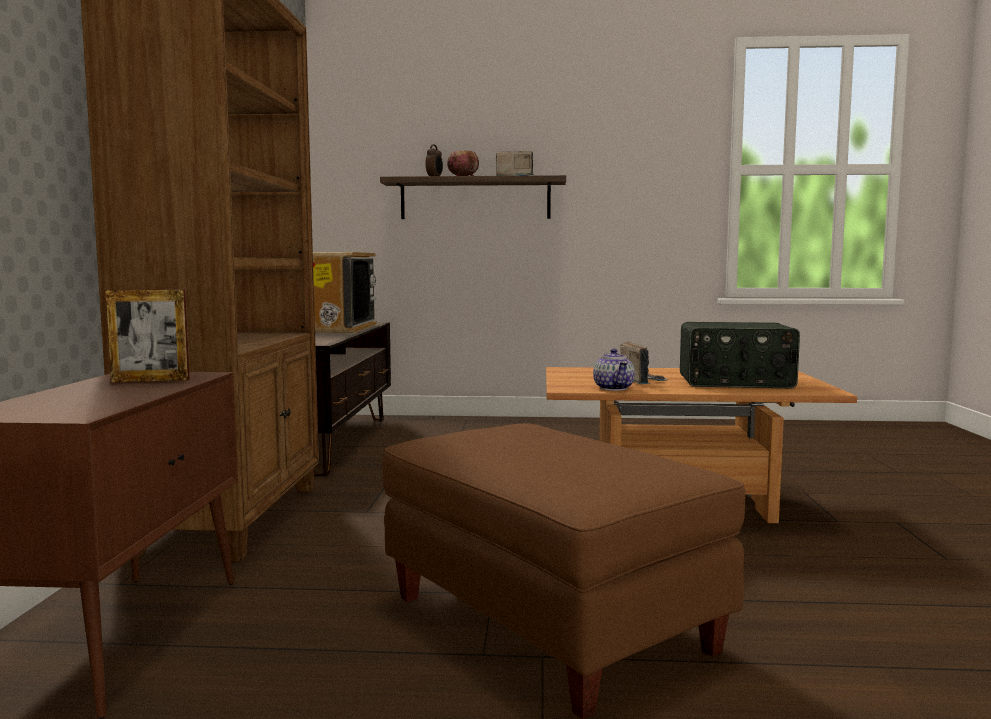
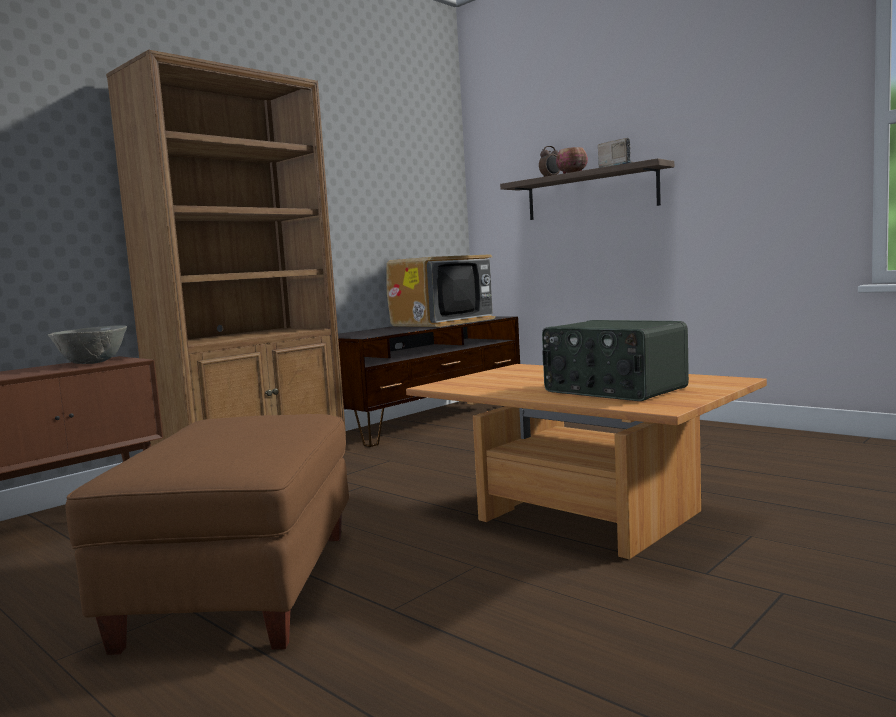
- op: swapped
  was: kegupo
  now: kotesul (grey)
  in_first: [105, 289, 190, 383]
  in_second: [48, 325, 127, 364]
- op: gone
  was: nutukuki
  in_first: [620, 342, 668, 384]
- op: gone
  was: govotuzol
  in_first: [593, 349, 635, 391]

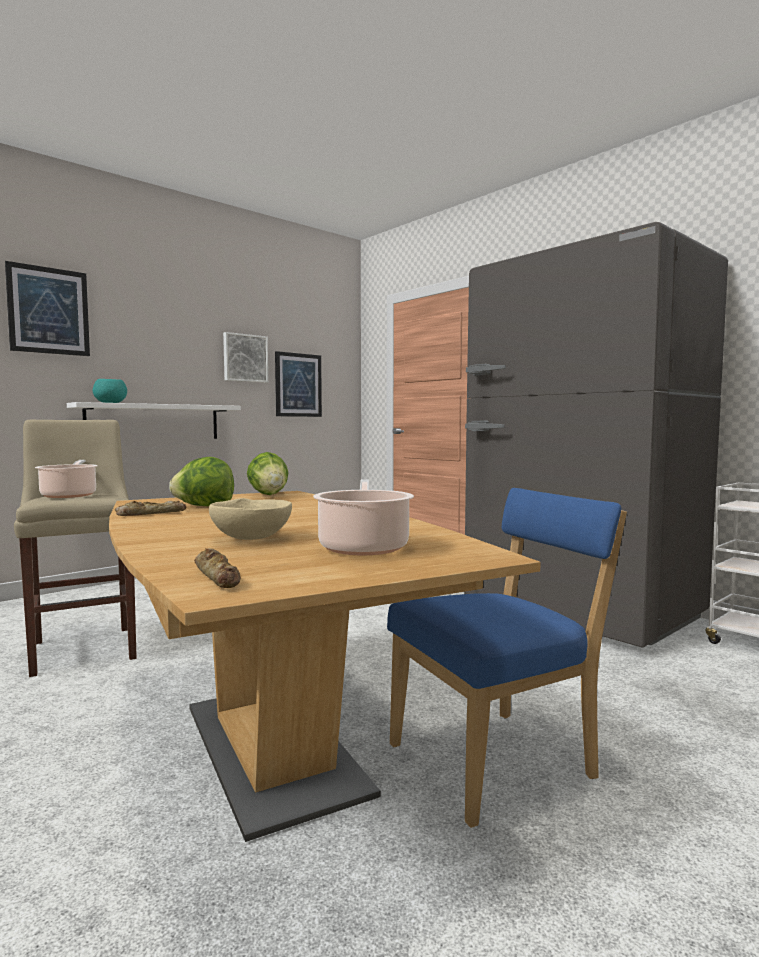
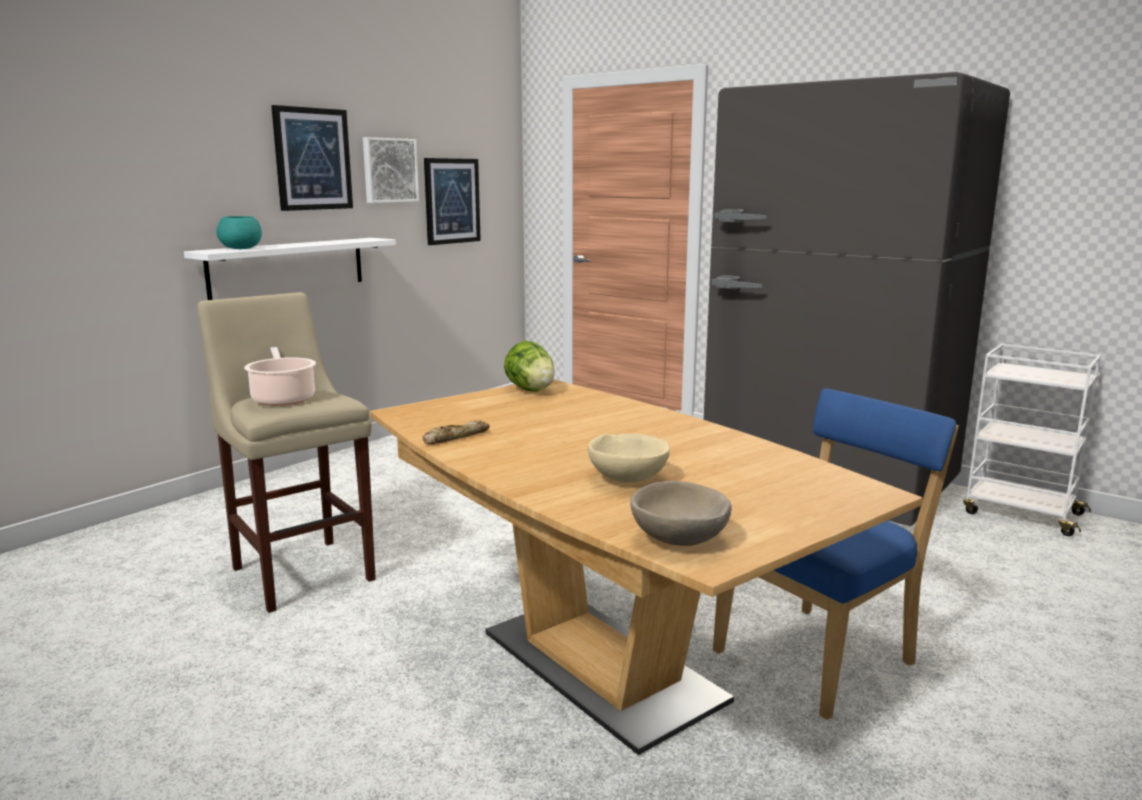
- op: shifted
  was: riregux
  in_first: [5, 261, 90, 356]
  in_second: [271, 105, 353, 211]
- op: gone
  was: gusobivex
  in_first: [169, 457, 234, 506]
- op: gone
  was: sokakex
  in_first: [313, 479, 414, 555]
- op: swapped
  was: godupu
  now: kotesul (beige)
  in_first: [194, 548, 241, 588]
  in_second: [630, 481, 732, 546]

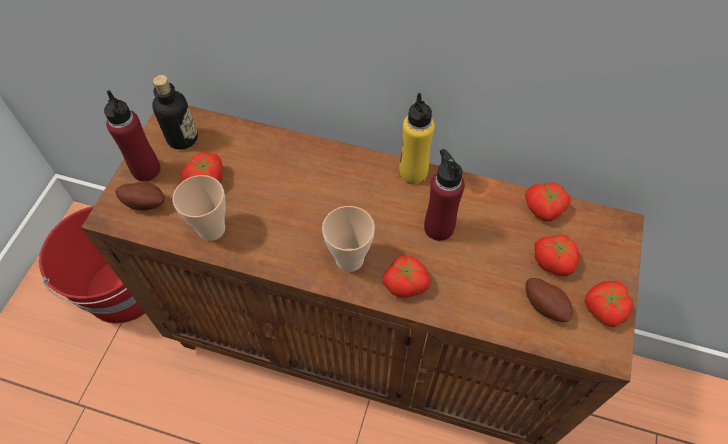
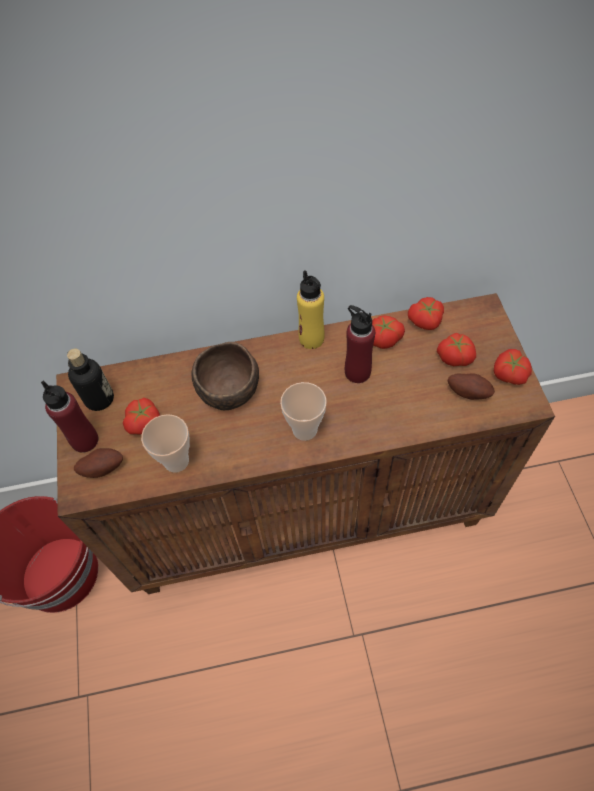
- op: shifted
  was: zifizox
  in_first: [383, 256, 431, 298]
  in_second: [372, 316, 405, 349]
- op: new
  now: kotesul (brown)
  in_second: [192, 342, 259, 410]

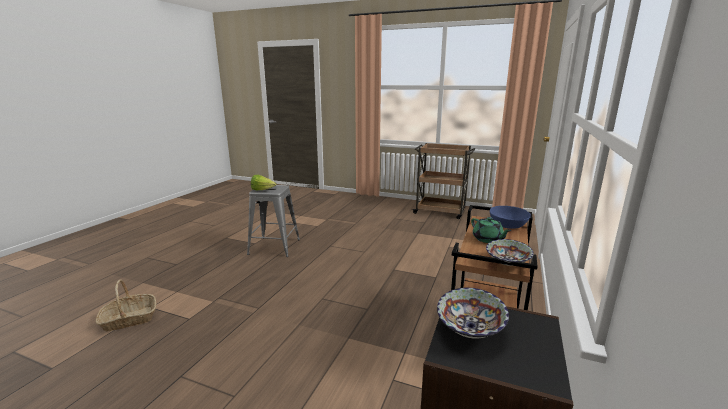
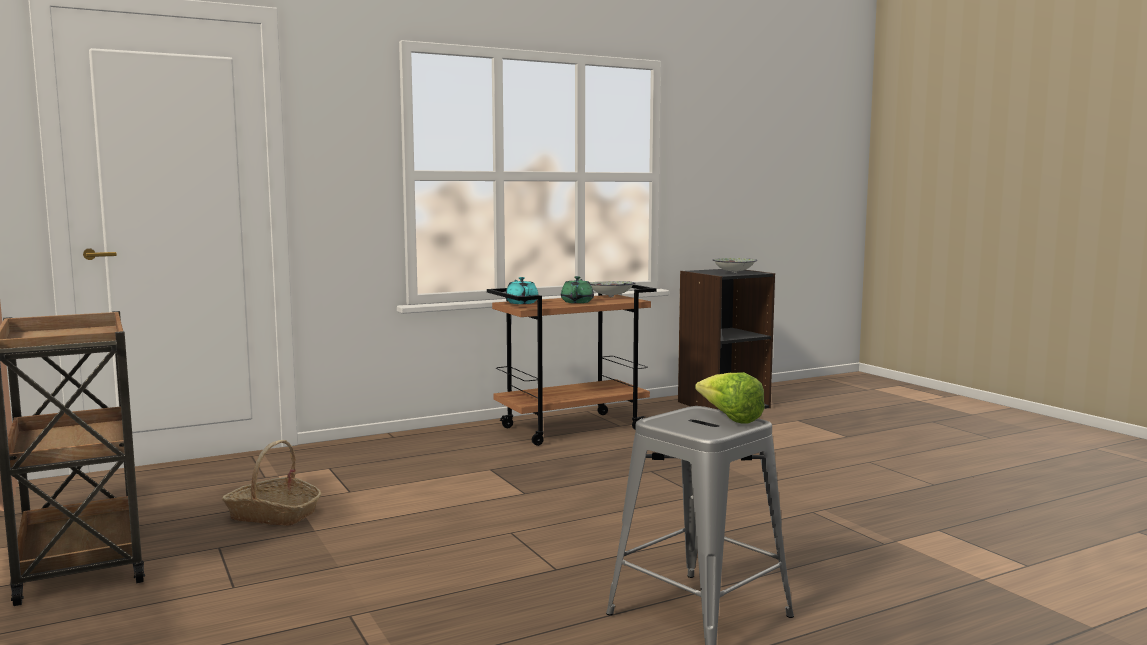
- op: swapped
  was: kotesul (blue)
  now: govotuzol (turquoise)
  in_first: [490, 206, 531, 229]
  in_second: [505, 277, 539, 304]
- op: shifted
  was: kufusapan
  in_first: [96, 280, 156, 332]
  in_second: [222, 440, 322, 526]

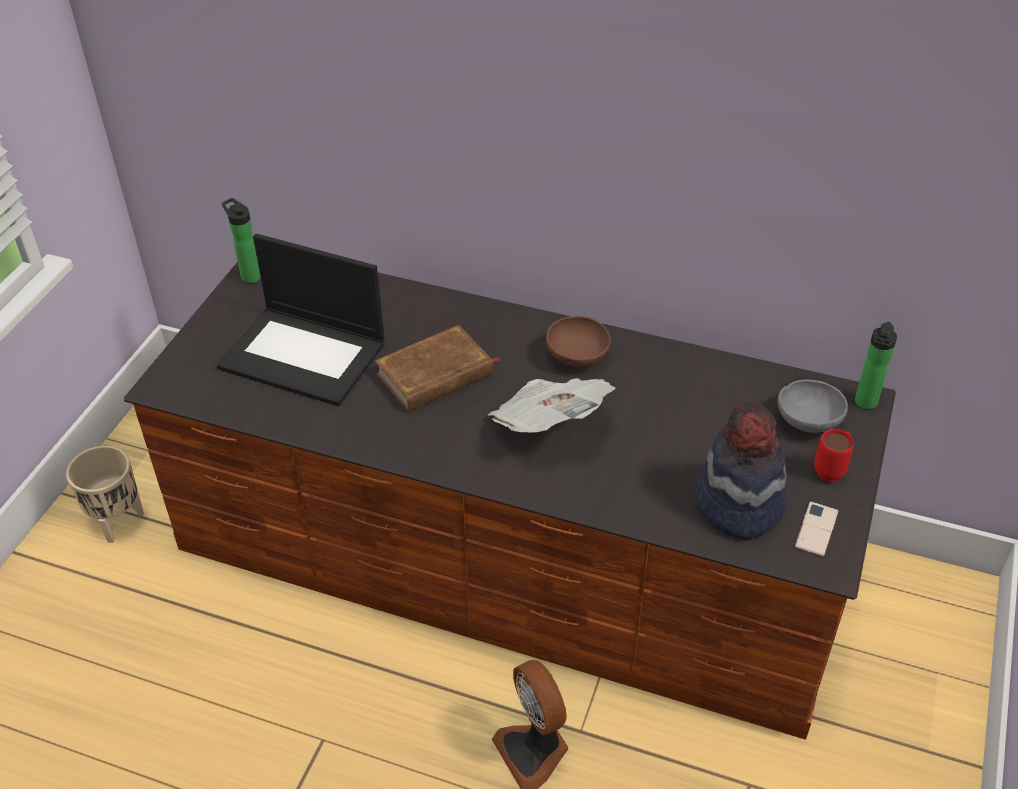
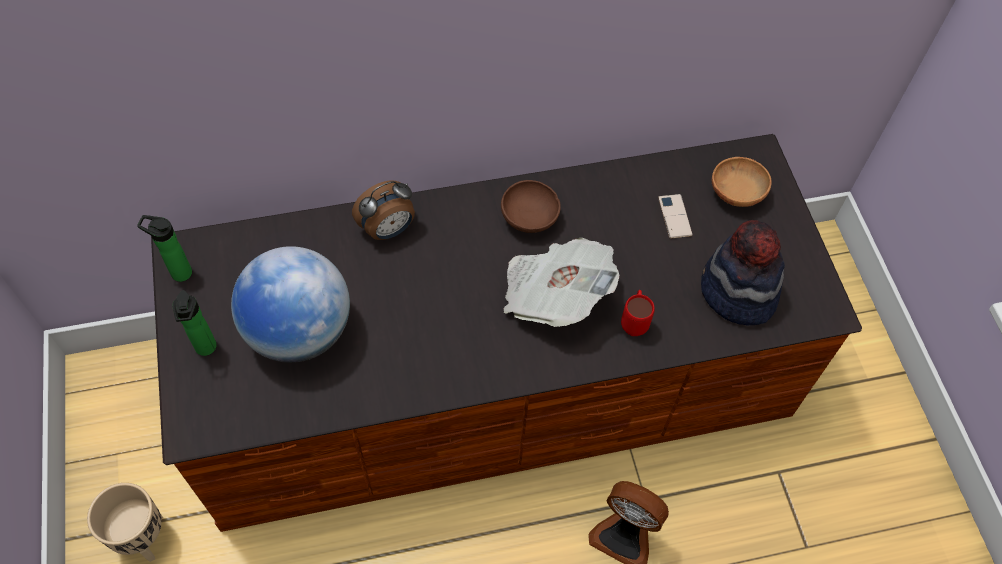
- op: swapped
  was: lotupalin
  now: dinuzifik
  in_first: [217, 234, 385, 406]
  in_second: [231, 246, 350, 363]
- op: shifted
  was: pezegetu
  in_first: [855, 322, 897, 409]
  in_second: [172, 290, 217, 356]
- op: gone
  was: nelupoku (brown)
  in_first: [375, 325, 500, 411]
- op: repainted
  was: kotesul (grey)
  now: kotesul (brown)
  in_first: [778, 380, 848, 433]
  in_second: [712, 157, 772, 207]
- op: shifted
  was: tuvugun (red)
  in_first: [814, 429, 854, 482]
  in_second: [621, 290, 655, 336]
- op: shifted
  was: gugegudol
  in_first: [794, 501, 838, 557]
  in_second: [658, 194, 693, 239]
- op: new
  now: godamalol
  in_second: [352, 180, 415, 240]

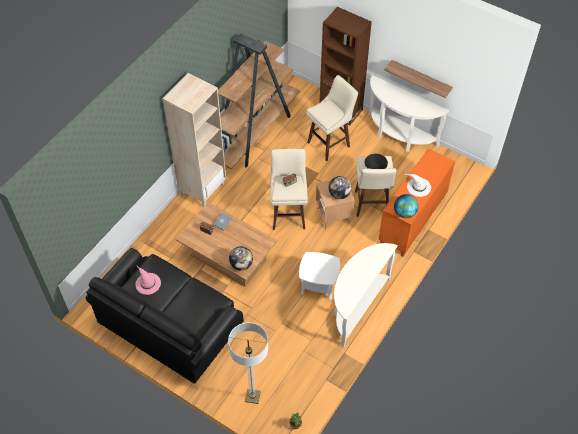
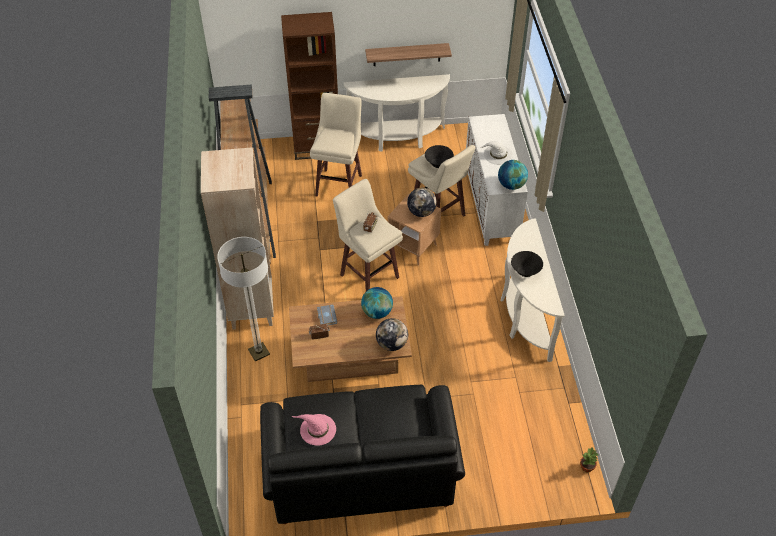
- op: repainted
  was: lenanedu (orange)
  now: lenanedu (white)
  in_first: [378, 148, 455, 257]
  in_second: [466, 114, 528, 246]
- op: gone
  was: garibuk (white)
  in_first: [299, 252, 340, 300]
- op: shifted
  was: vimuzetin
  in_first: [228, 322, 268, 404]
  in_second: [217, 237, 270, 361]
- op: new
  now: kotesul (black)
  in_second: [511, 251, 543, 277]
- op: new
  now: dinuzifik
  in_second: [361, 287, 393, 319]

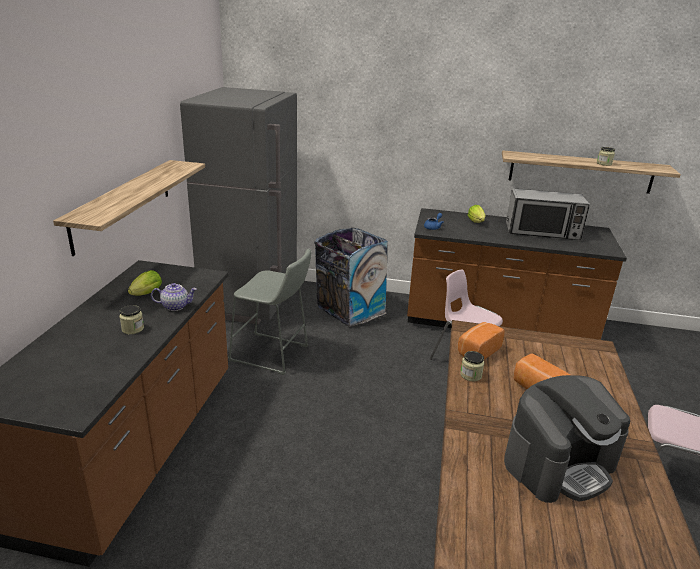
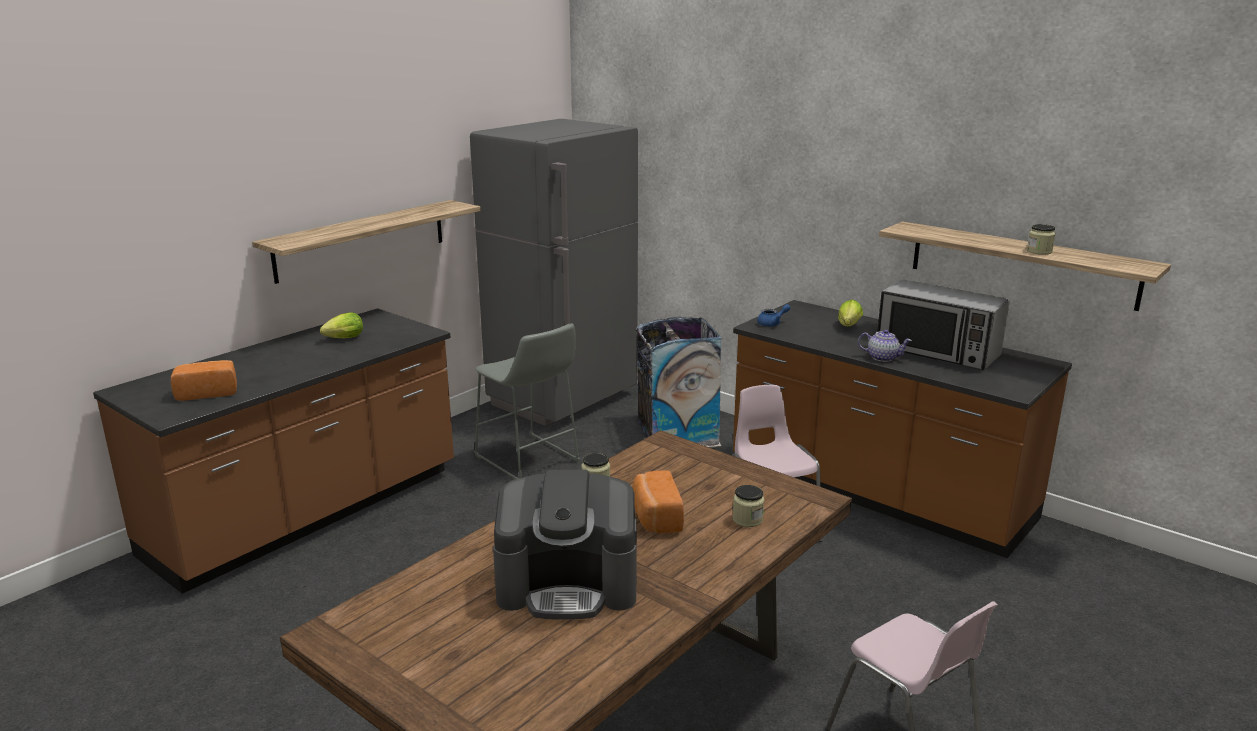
- op: shifted
  was: govotuzol
  in_first: [151, 283, 197, 311]
  in_second: [858, 329, 912, 362]
- op: shifted
  was: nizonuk
  in_first: [119, 305, 144, 334]
  in_second: [733, 485, 764, 527]
- op: shifted
  was: godupu
  in_first: [458, 322, 505, 360]
  in_second: [171, 360, 237, 401]

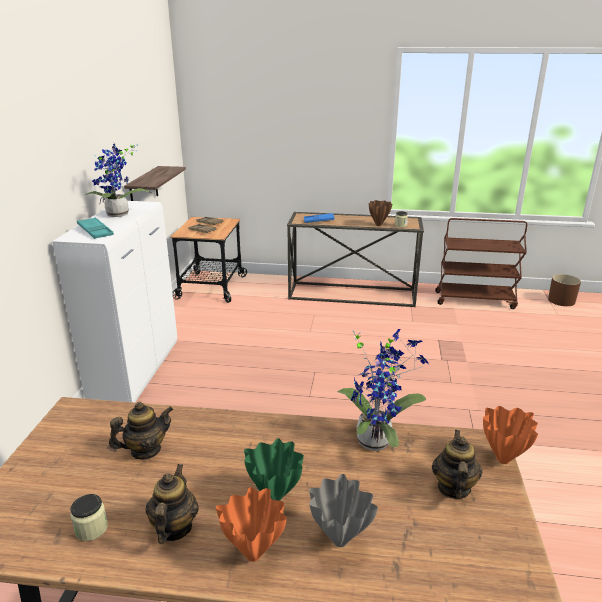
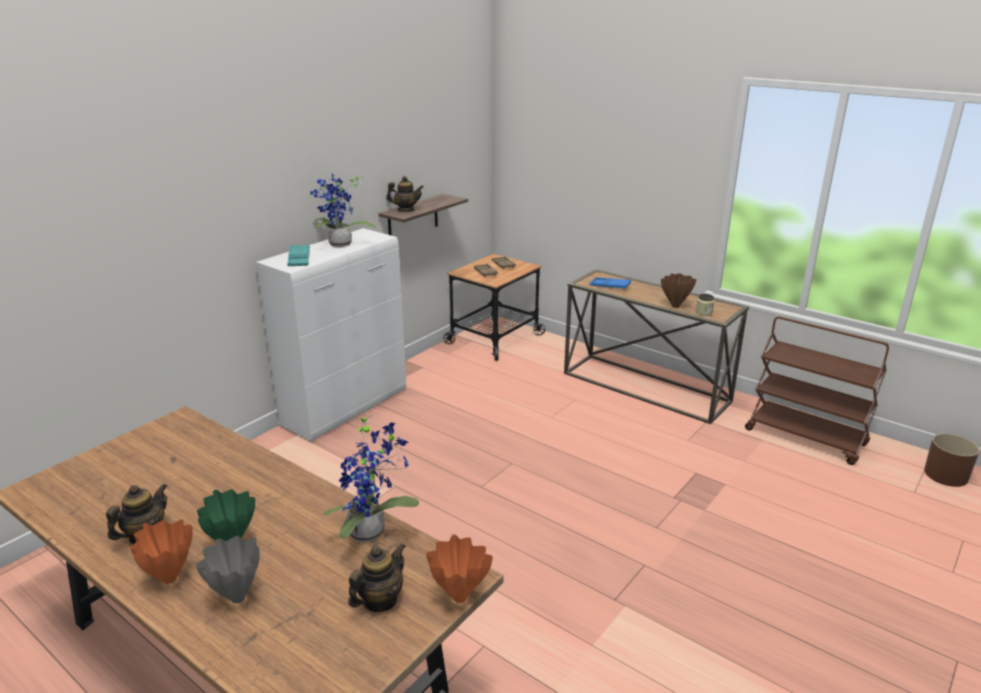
- op: shifted
  was: govotuzol
  in_first: [109, 402, 173, 460]
  in_second: [386, 176, 424, 212]
- op: gone
  was: nizonuk
  in_first: [70, 494, 108, 541]

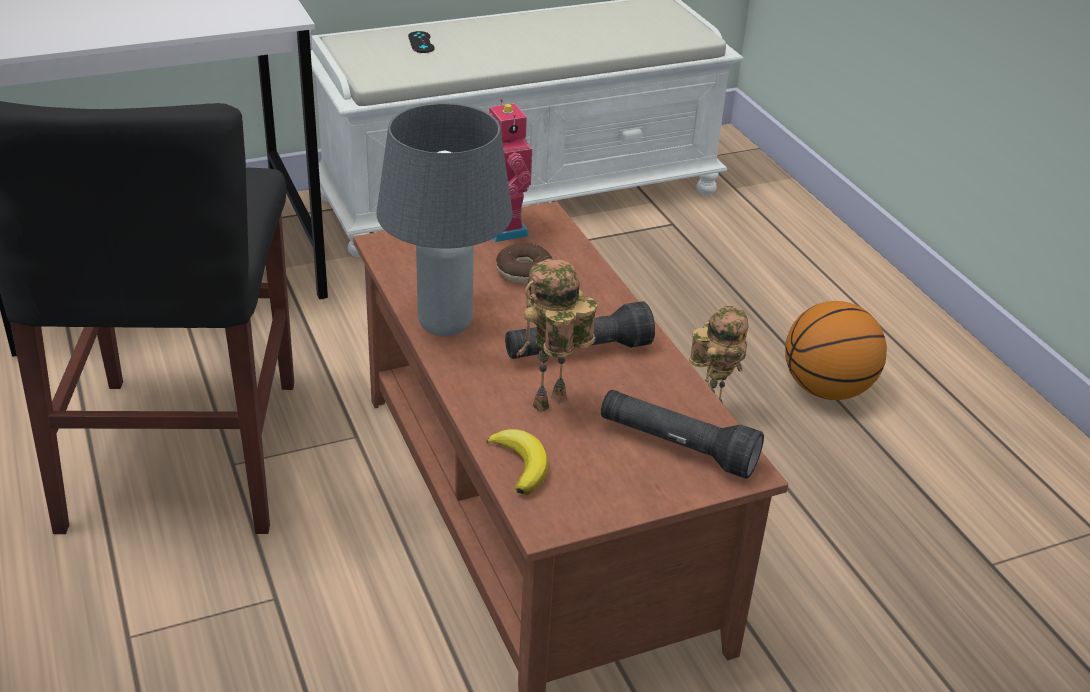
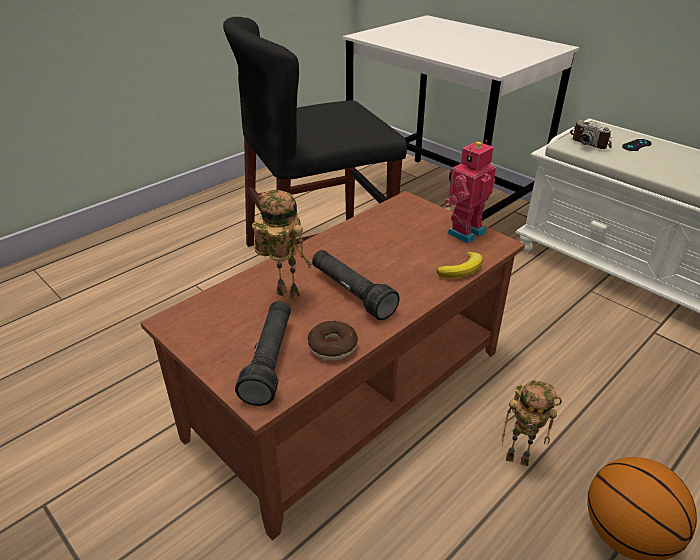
- op: gone
  was: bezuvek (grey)
  in_first: [376, 103, 513, 336]
- op: shifted
  was: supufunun
  in_first: [496, 243, 552, 283]
  in_second: [308, 321, 358, 361]
- op: shifted
  was: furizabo
  in_first: [486, 429, 548, 495]
  in_second: [437, 252, 483, 278]
- op: new
  now: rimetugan
  in_second: [570, 120, 612, 149]

